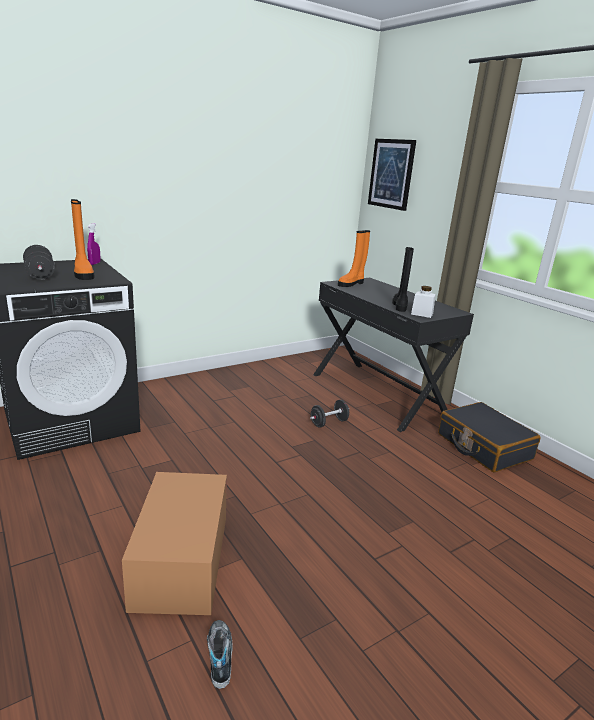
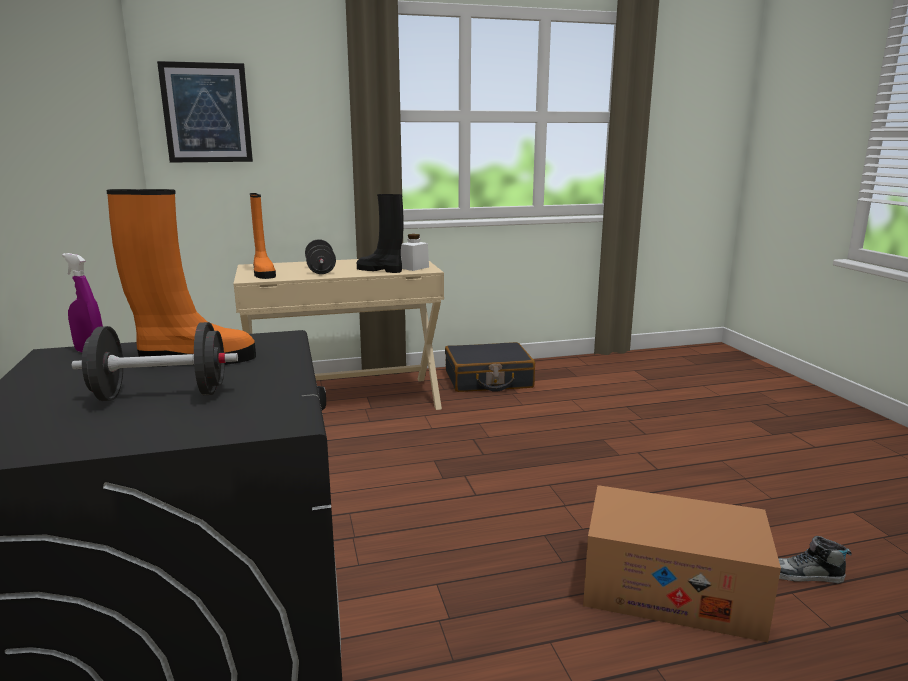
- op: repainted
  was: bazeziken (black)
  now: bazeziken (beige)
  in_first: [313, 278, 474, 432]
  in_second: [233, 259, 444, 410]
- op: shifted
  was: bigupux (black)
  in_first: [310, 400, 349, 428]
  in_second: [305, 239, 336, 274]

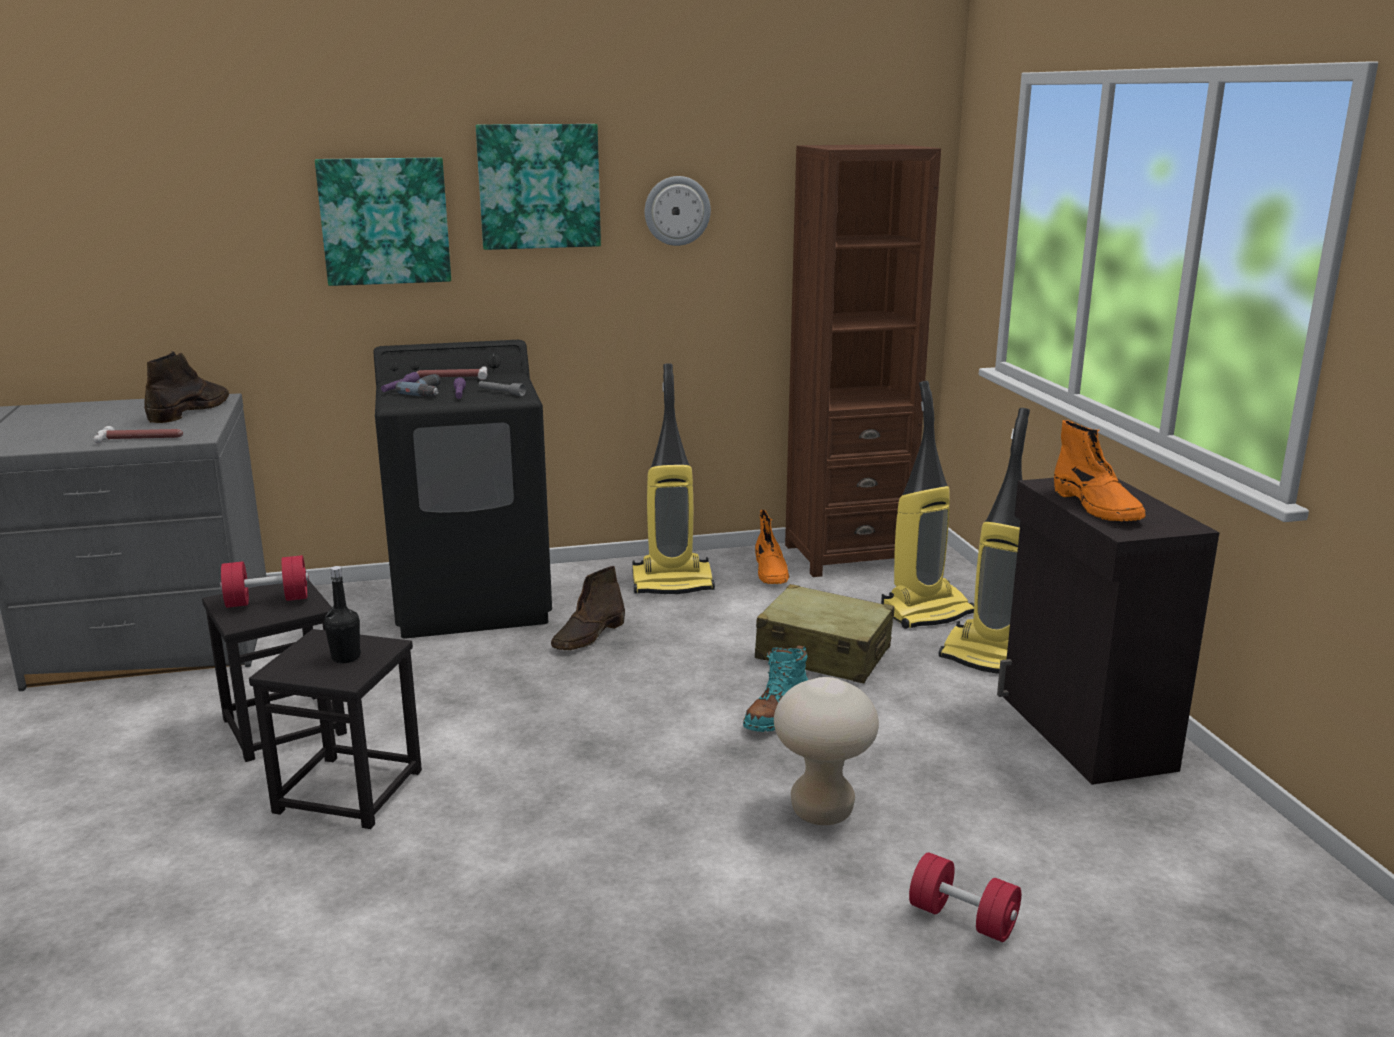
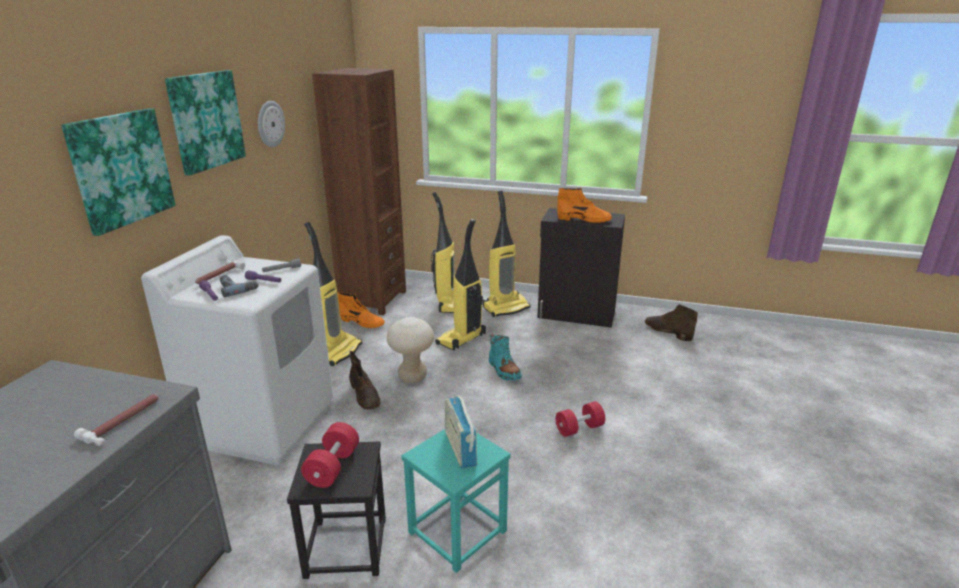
- op: repainted
  was: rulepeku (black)
  now: rulepeku (white)
  in_first: [373, 340, 552, 638]
  in_second: [141, 235, 333, 465]
- op: shifted
  was: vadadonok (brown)
  in_first: [144, 351, 229, 423]
  in_second: [645, 304, 698, 342]
- op: swapped
  was: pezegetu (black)
  now: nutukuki
  in_first: [324, 566, 361, 663]
  in_second: [445, 393, 477, 469]
- op: swapped
  was: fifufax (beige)
  now: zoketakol
  in_first: [755, 584, 894, 683]
  in_second: [435, 219, 486, 351]
- op: repainted
  was: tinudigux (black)
  now: tinudigux (turquoise)
  in_first: [249, 629, 422, 829]
  in_second: [402, 429, 511, 573]
- op: shifted
  was: tinudigux (beige)
  in_first: [774, 677, 879, 825]
  in_second: [387, 317, 434, 383]
- op: shifted
  was: bigupux (red)
  in_first: [909, 852, 1021, 942]
  in_second: [556, 402, 605, 437]

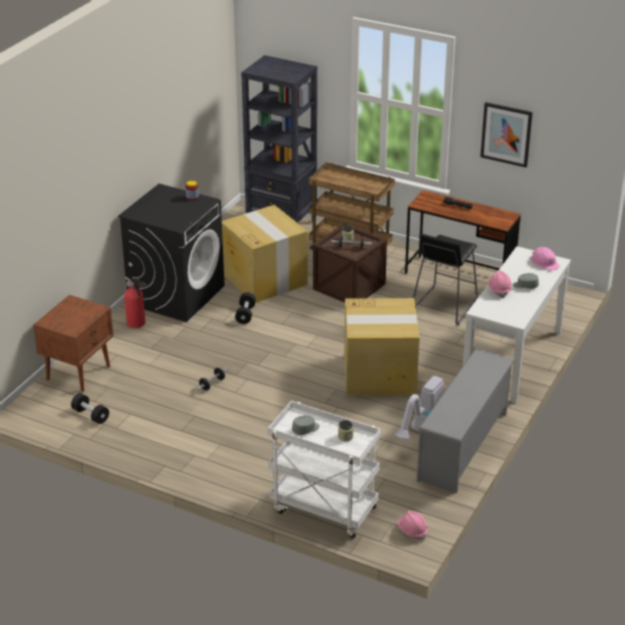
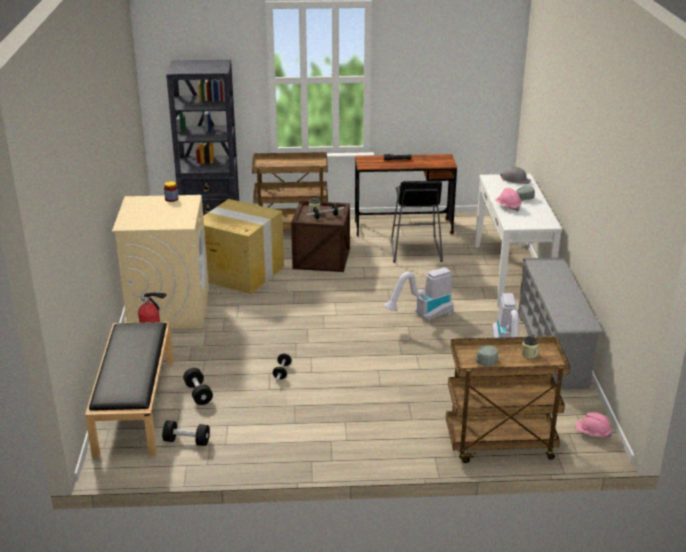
- op: gone
  was: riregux
  in_first: [480, 102, 533, 167]
- op: repainted
  was: rulepeku (black)
  now: rulepeku (beige)
  in_first: [118, 184, 225, 322]
  in_second: [112, 195, 209, 329]
- op: repainted
  was: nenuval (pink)
  now: nenuval (grey)
  in_first: [531, 247, 560, 271]
  in_second: [500, 166, 531, 184]
- op: shifted
  was: bigupux (black)
  in_first: [235, 292, 256, 324]
  in_second: [183, 368, 213, 405]
- op: swapped
  was: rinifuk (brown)
  now: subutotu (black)
  in_first: [33, 295, 114, 392]
  in_second: [85, 322, 174, 458]
- op: swapped
  was: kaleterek
  now: zoketakol
  in_first: [344, 298, 420, 396]
  in_second: [383, 267, 454, 321]
- op: repainted
  was: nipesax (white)
  now: nipesax (brown)
  in_first: [268, 401, 381, 538]
  in_second: [446, 335, 570, 463]

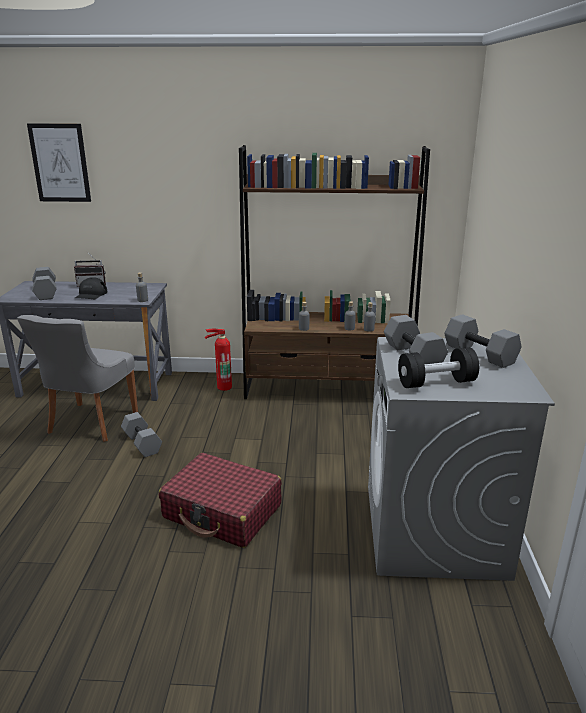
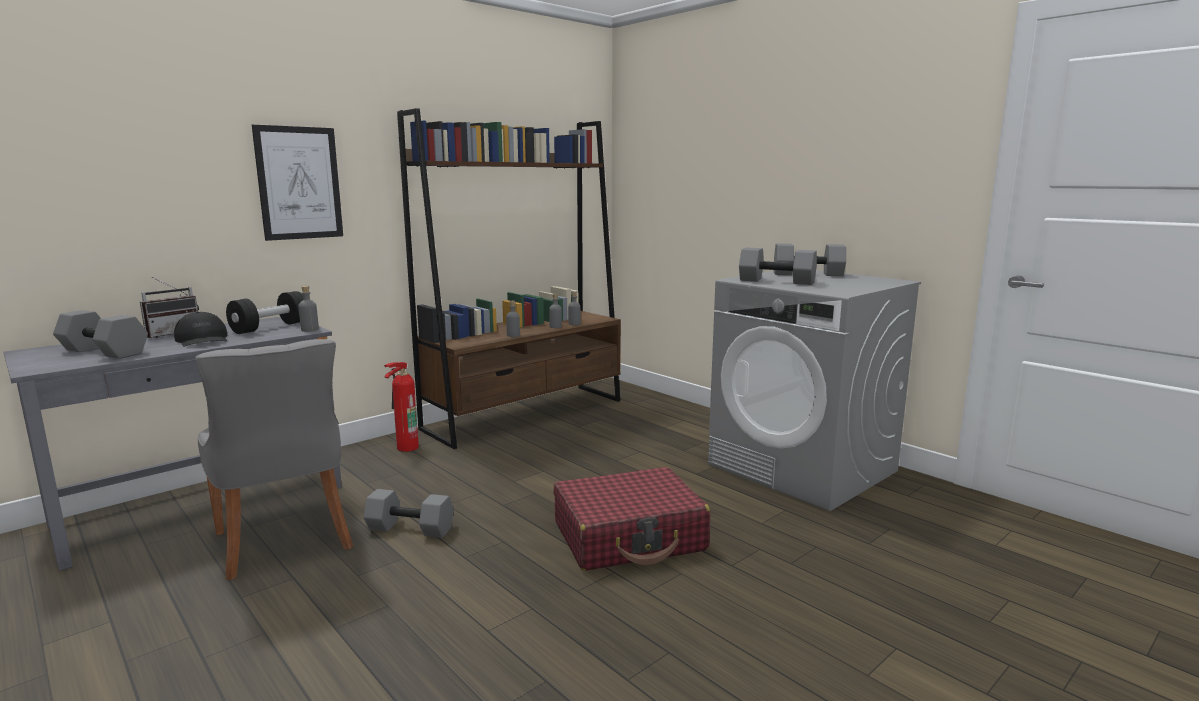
- op: shifted
  was: riregux
  in_first: [27, 123, 91, 202]
  in_second: [252, 125, 343, 241]
- op: shifted
  was: bigupux (black)
  in_first: [398, 347, 479, 388]
  in_second: [226, 291, 303, 334]

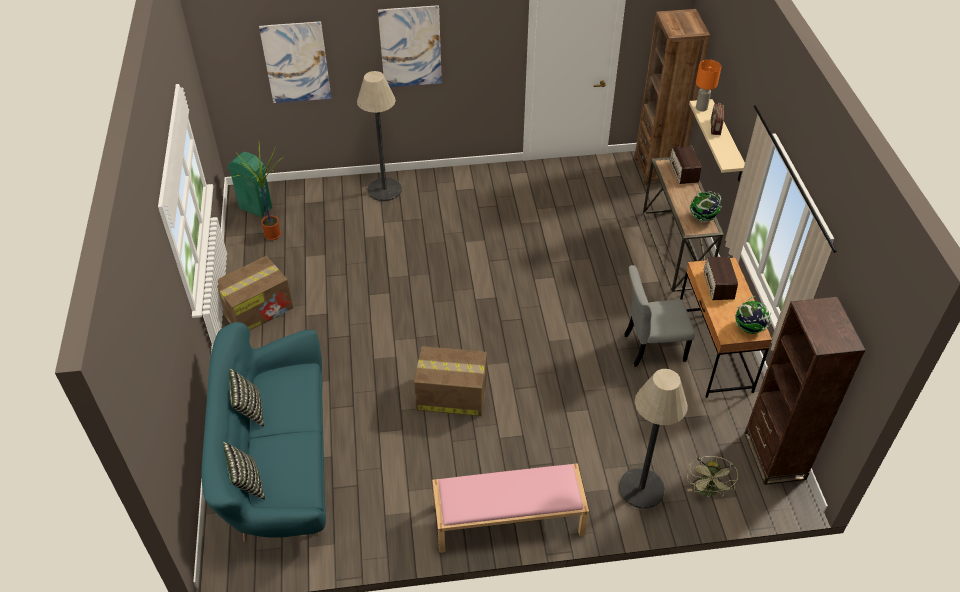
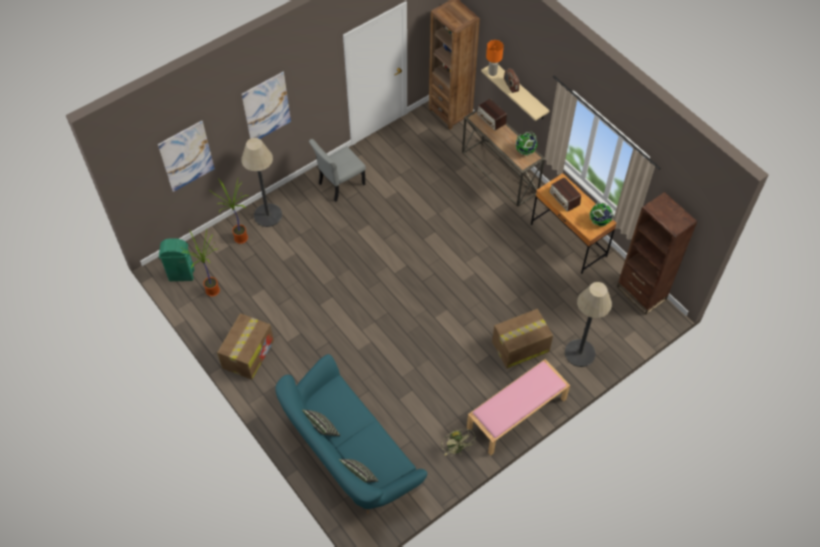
- op: shifted
  was: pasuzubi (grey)
  in_first: [624, 265, 695, 367]
  in_second: [309, 139, 366, 202]
- op: shifted
  was: kaleterek
  in_first: [414, 346, 487, 416]
  in_second: [492, 309, 553, 368]
- op: shifted
  was: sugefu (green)
  in_first: [687, 456, 738, 497]
  in_second: [441, 429, 476, 456]
- op: new
  now: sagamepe
  in_second: [211, 178, 249, 244]

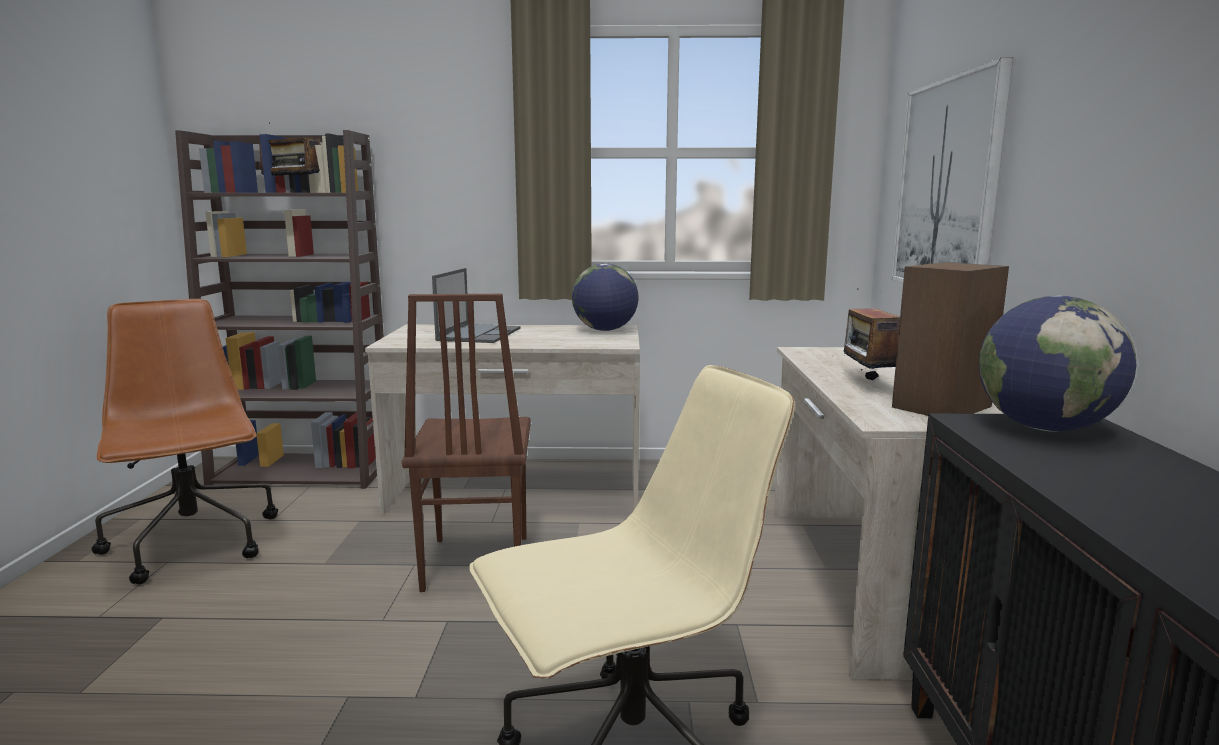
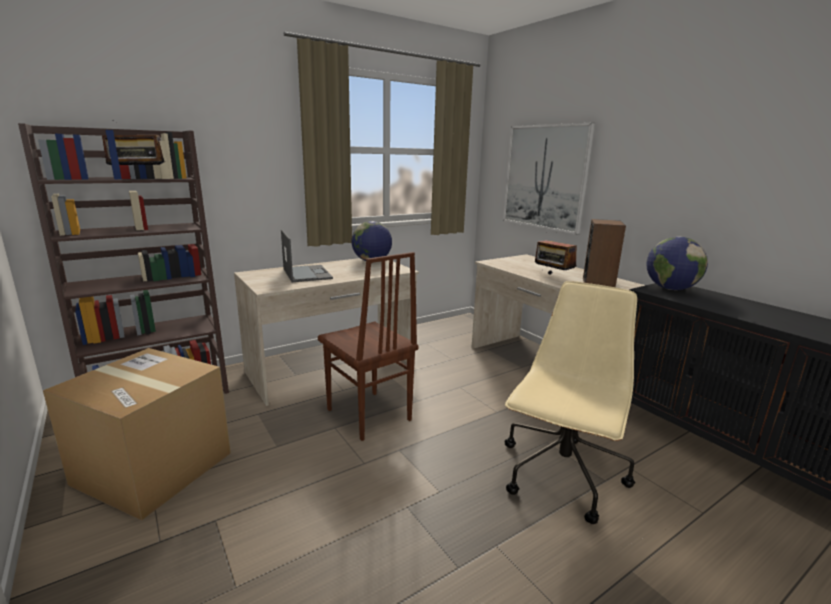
- op: swapped
  was: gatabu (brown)
  now: kaleterek
  in_first: [91, 299, 278, 584]
  in_second: [43, 348, 231, 521]

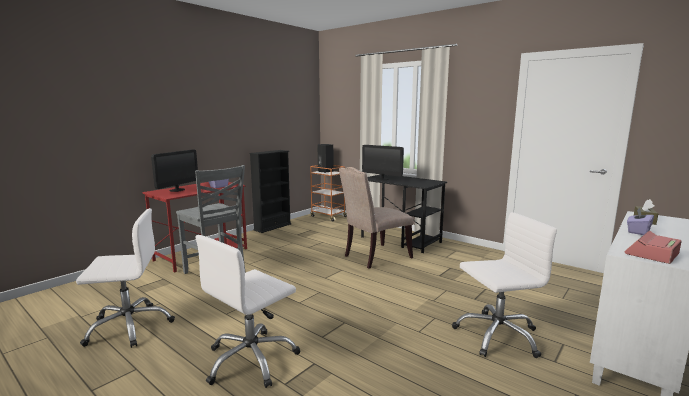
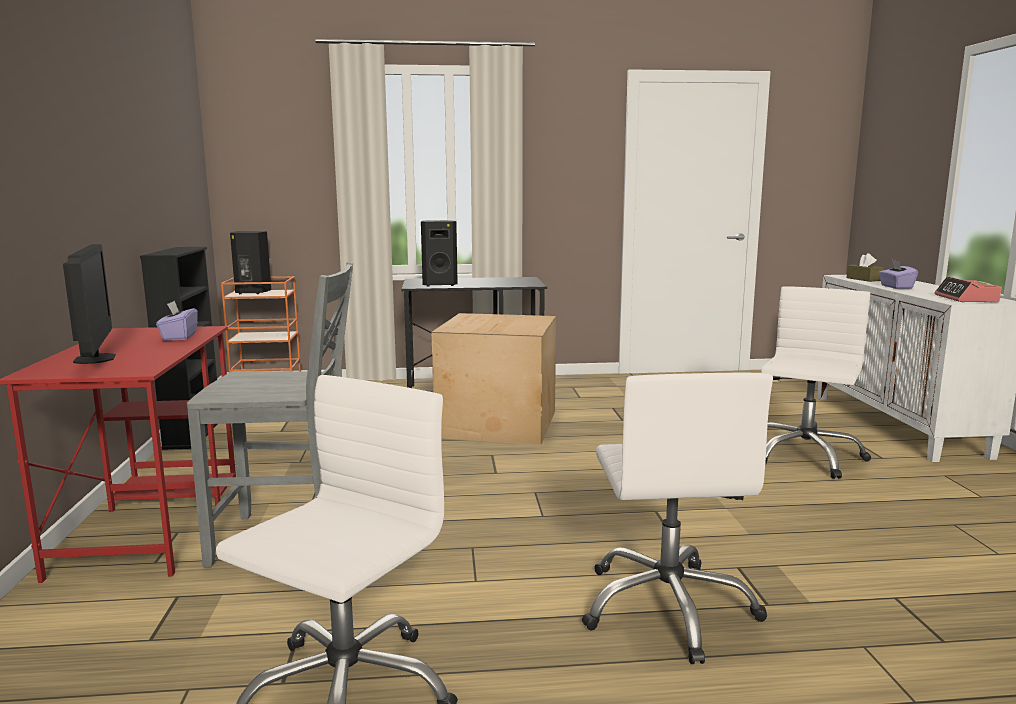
- op: swapped
  was: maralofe
  now: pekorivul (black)
  in_first: [362, 145, 404, 180]
  in_second: [421, 220, 458, 286]
- op: swapped
  was: pasuzubi (beige)
  now: kaleterek
  in_first: [339, 167, 413, 269]
  in_second: [432, 313, 556, 445]

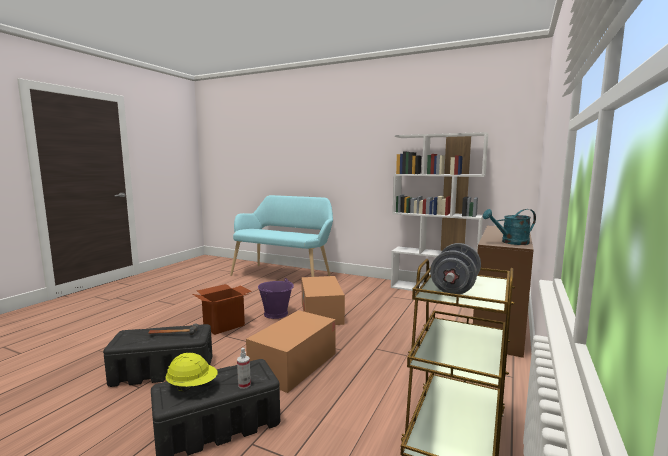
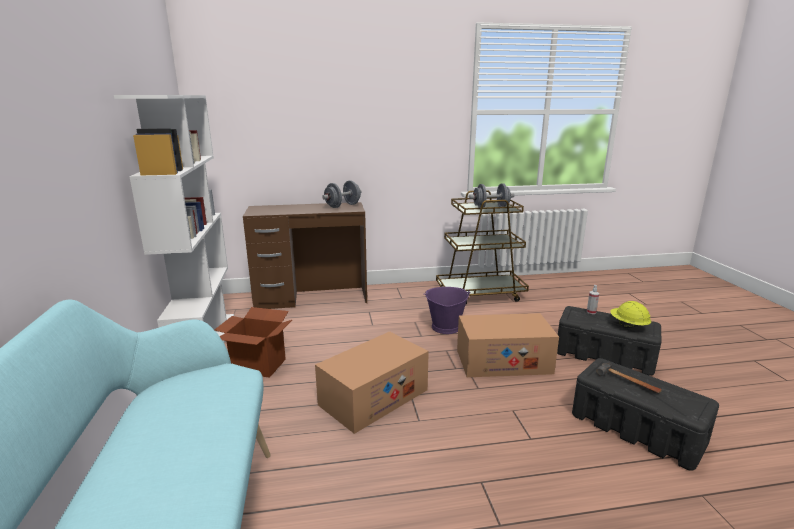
- op: swapped
  was: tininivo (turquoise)
  now: bigupux (grey)
  in_first: [483, 209, 536, 245]
  in_second: [322, 180, 362, 208]
- op: shifted
  was: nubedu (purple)
  in_first: [258, 278, 294, 319]
  in_second: [424, 287, 470, 334]
- op: shifted
  was: kaleterek
  in_first: [193, 284, 252, 335]
  in_second: [214, 307, 292, 378]

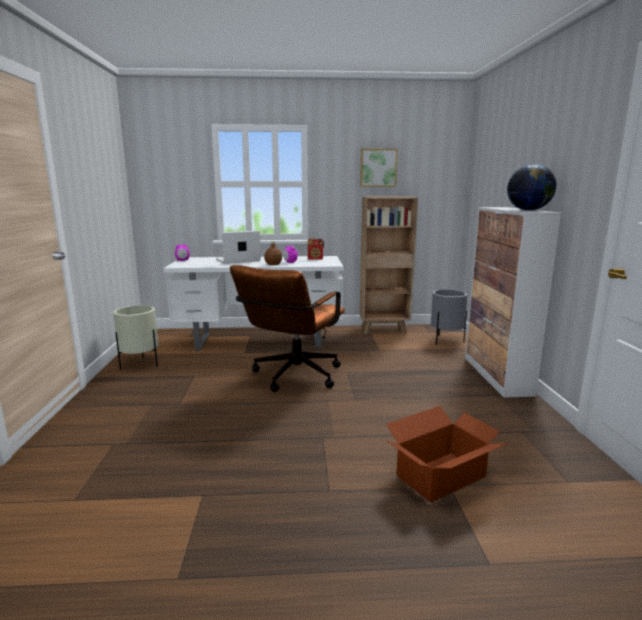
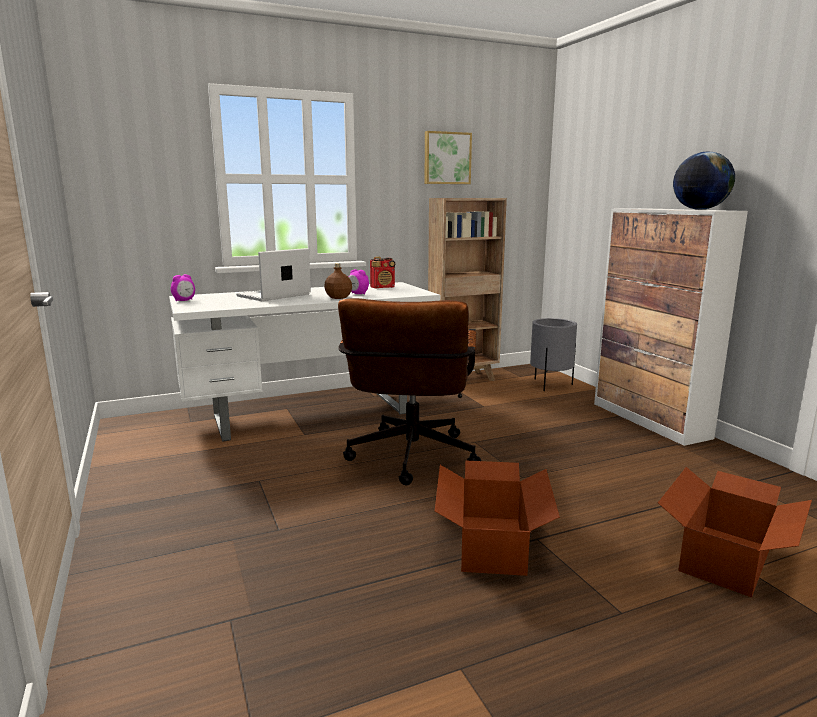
- op: gone
  was: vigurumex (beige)
  in_first: [113, 305, 158, 370]
- op: new
  now: kaleterek
  in_second: [435, 460, 560, 576]

